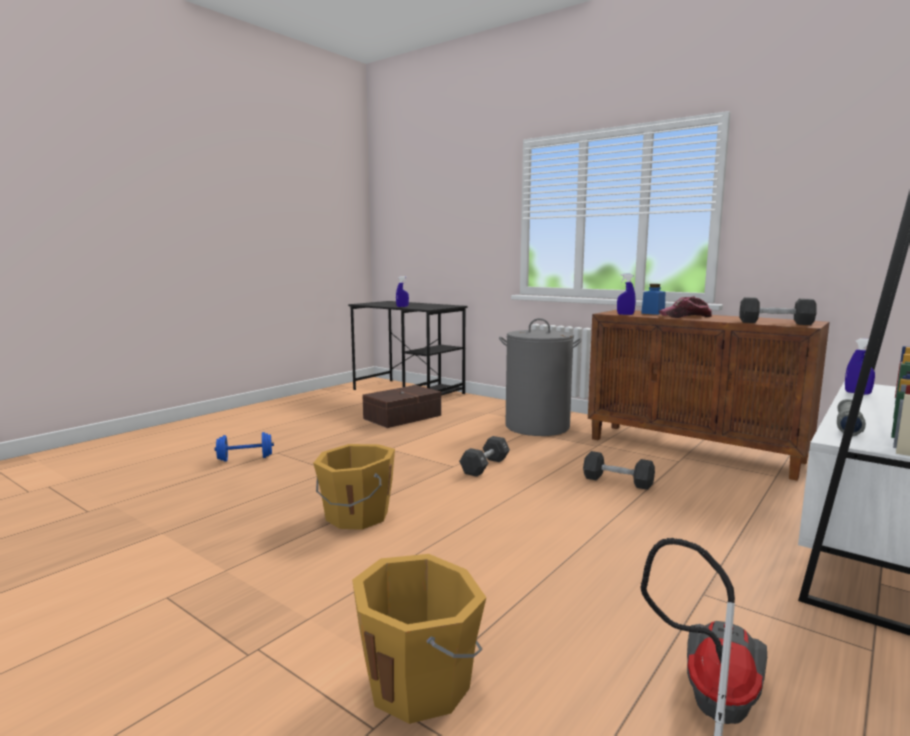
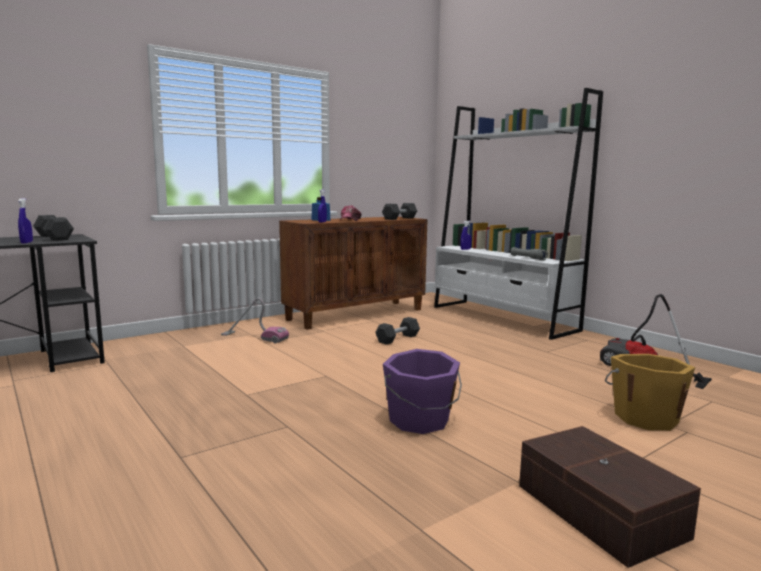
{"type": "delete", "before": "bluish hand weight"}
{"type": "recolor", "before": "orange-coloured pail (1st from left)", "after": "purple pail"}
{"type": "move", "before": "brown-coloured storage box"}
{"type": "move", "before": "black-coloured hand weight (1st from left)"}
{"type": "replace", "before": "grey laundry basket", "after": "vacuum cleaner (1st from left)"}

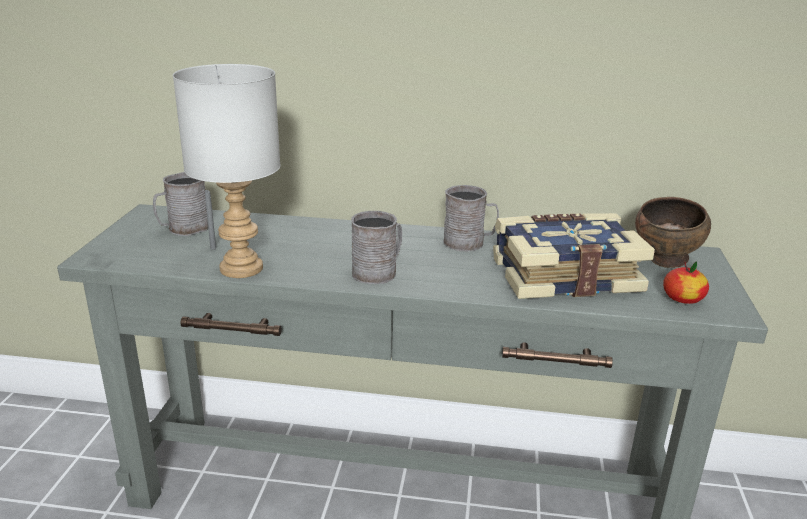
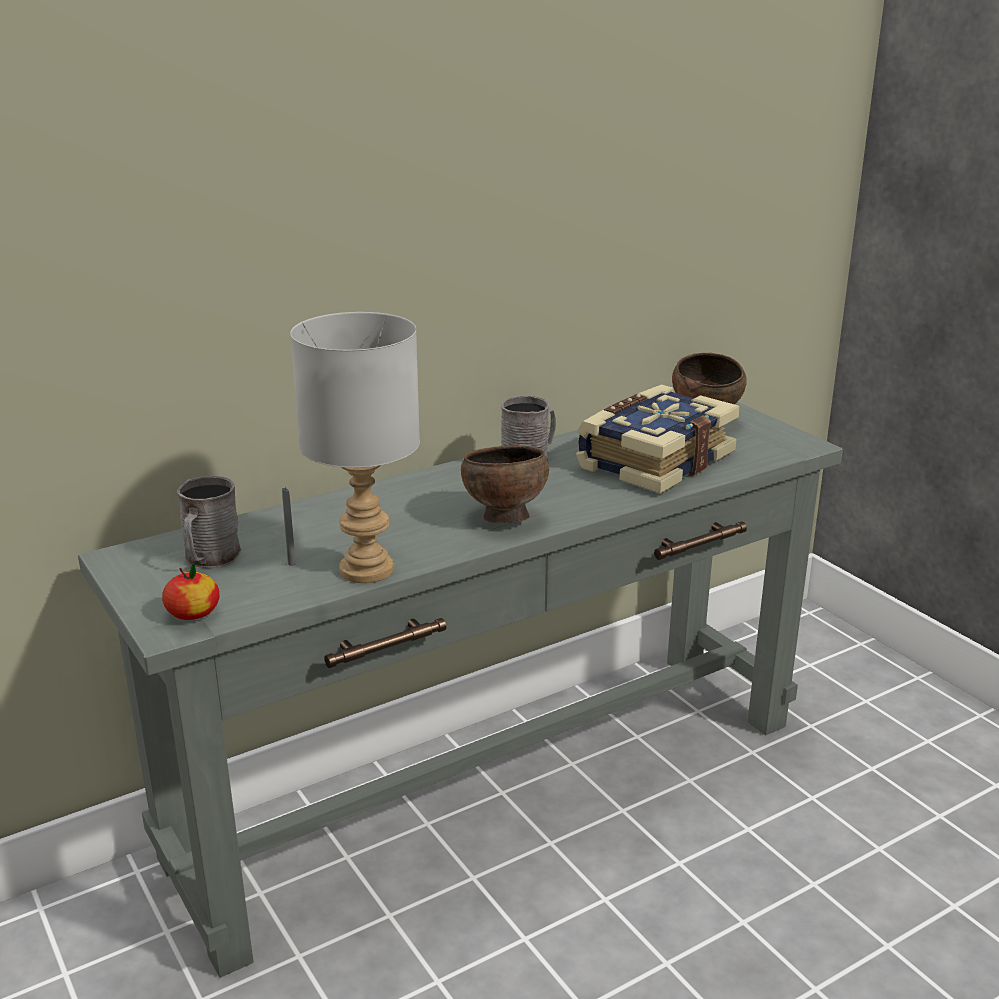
{"type": "replace", "before": "grey mug (2nd from left)", "after": "brown-coloured serving bowl (1st from left)"}
{"type": "move", "before": "apple fruit"}

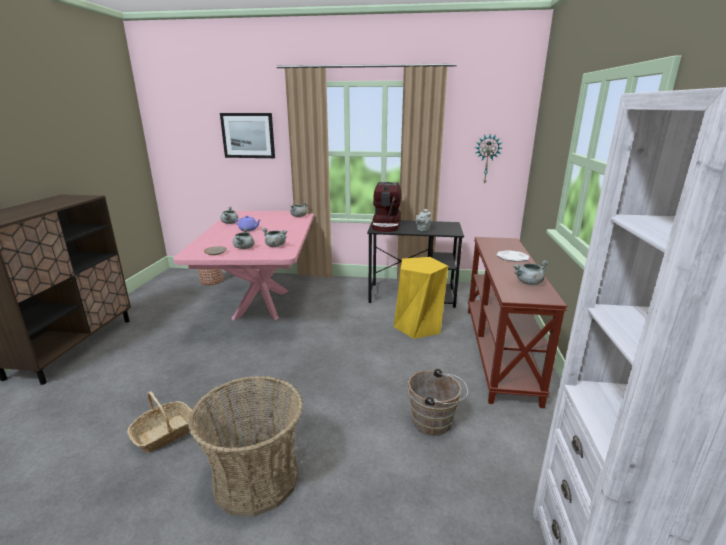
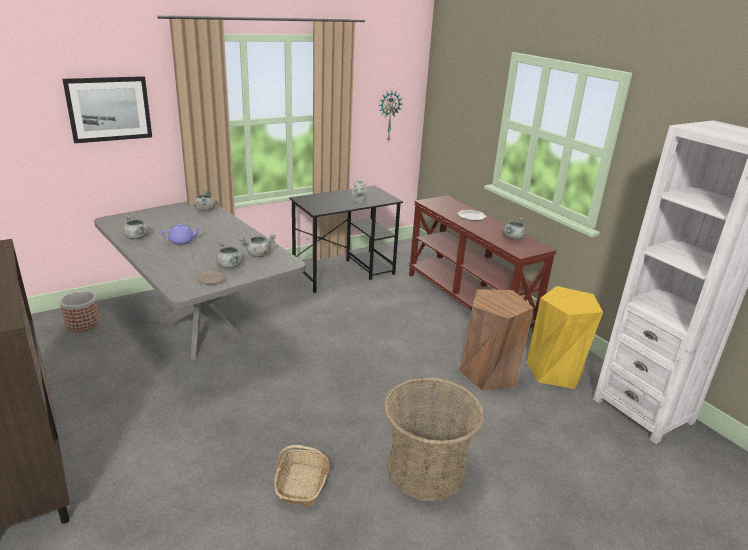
{"type": "recolor", "before": "pink-coloured dinner table", "after": "grey dinner table"}
{"type": "delete", "before": "coffee machine"}
{"type": "move", "before": "yellow-coloured stool"}
{"type": "replace", "before": "brown-coloured pail", "after": "brown-coloured stool"}

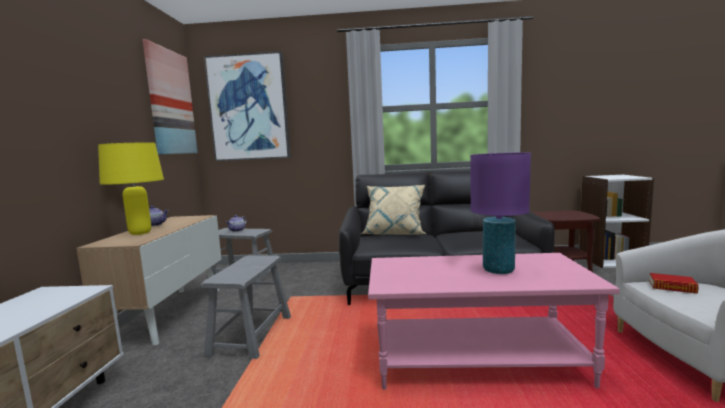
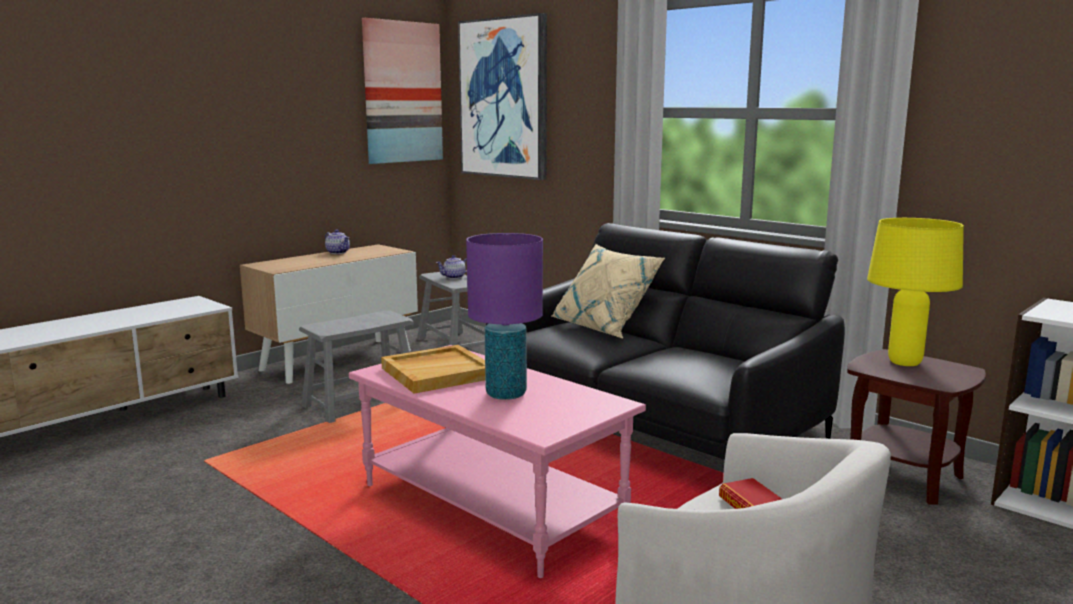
{"type": "move", "before": "yellow-coloured tabletop lamp"}
{"type": "insert", "after": "beige tray"}

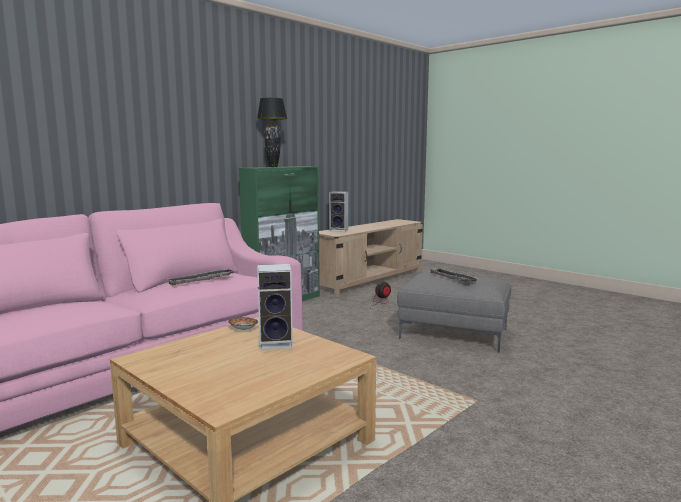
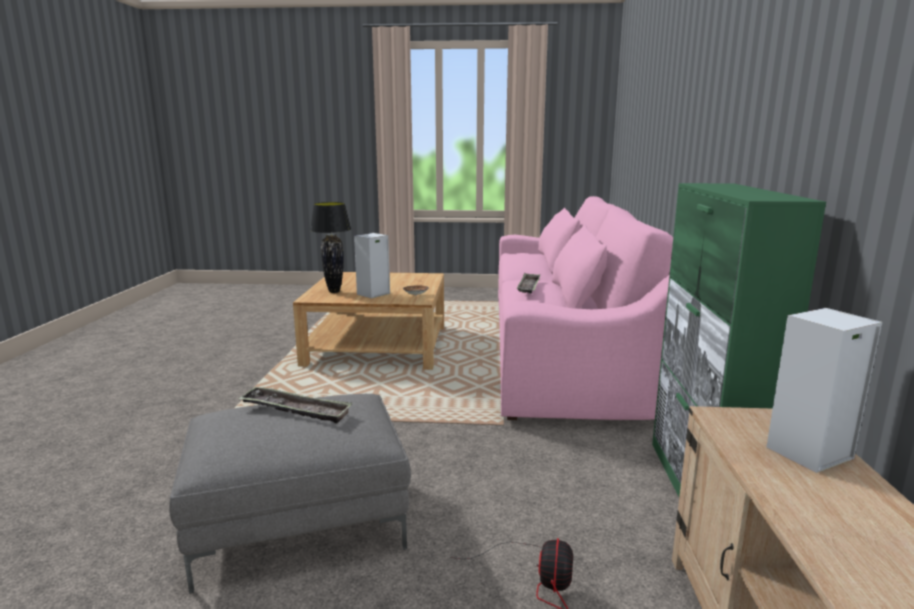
{"type": "move", "before": "black-coloured tabletop lamp"}

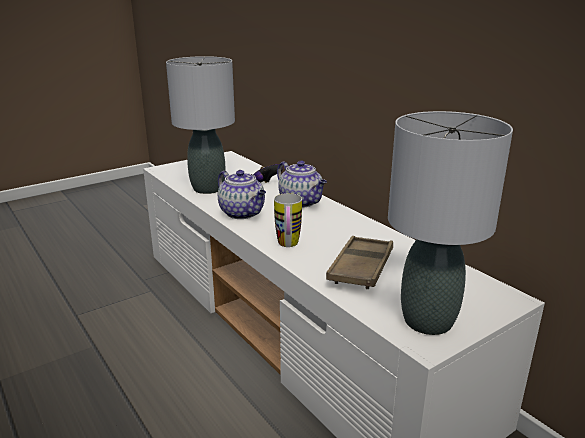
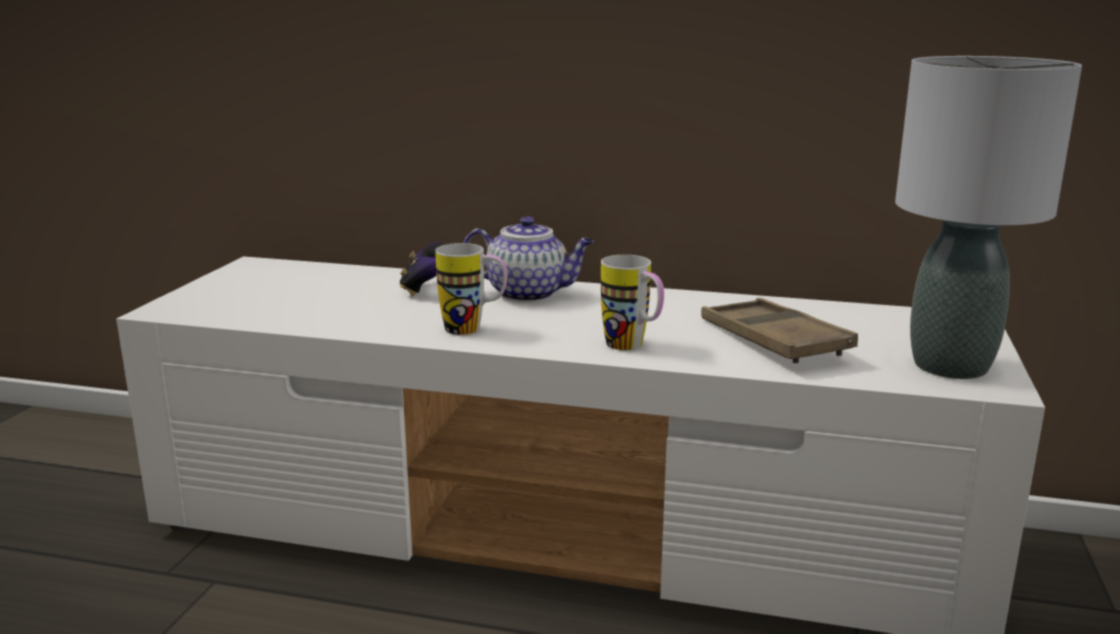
{"type": "delete", "before": "grey tabletop lamp (1st from left)"}
{"type": "replace", "before": "pot for tea (1st from left)", "after": "mug (1st from left)"}

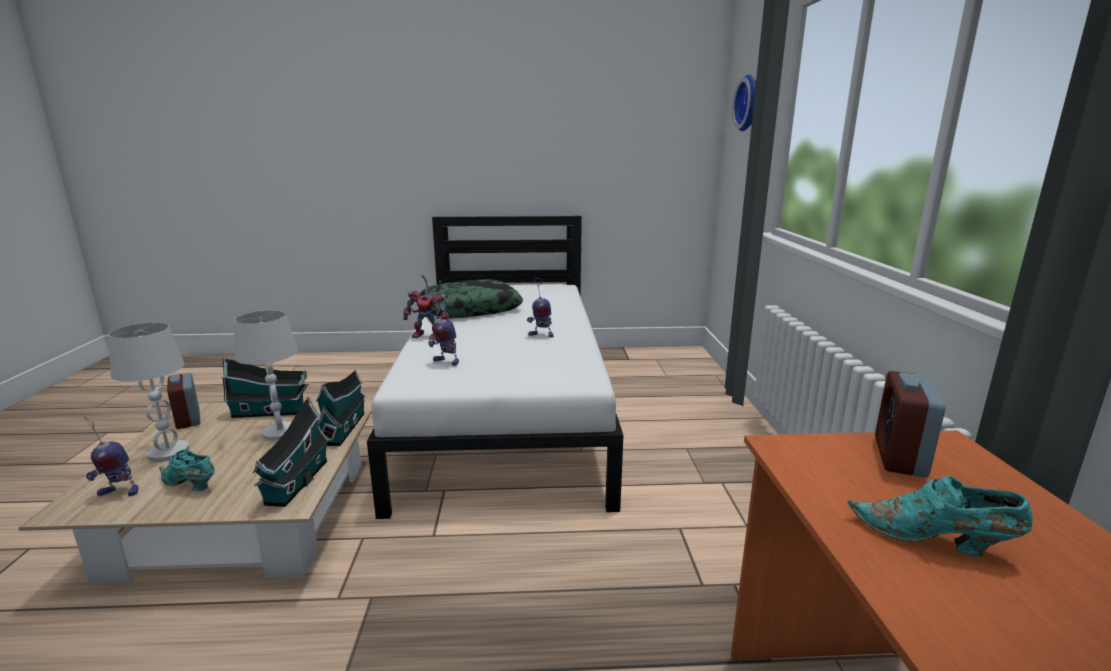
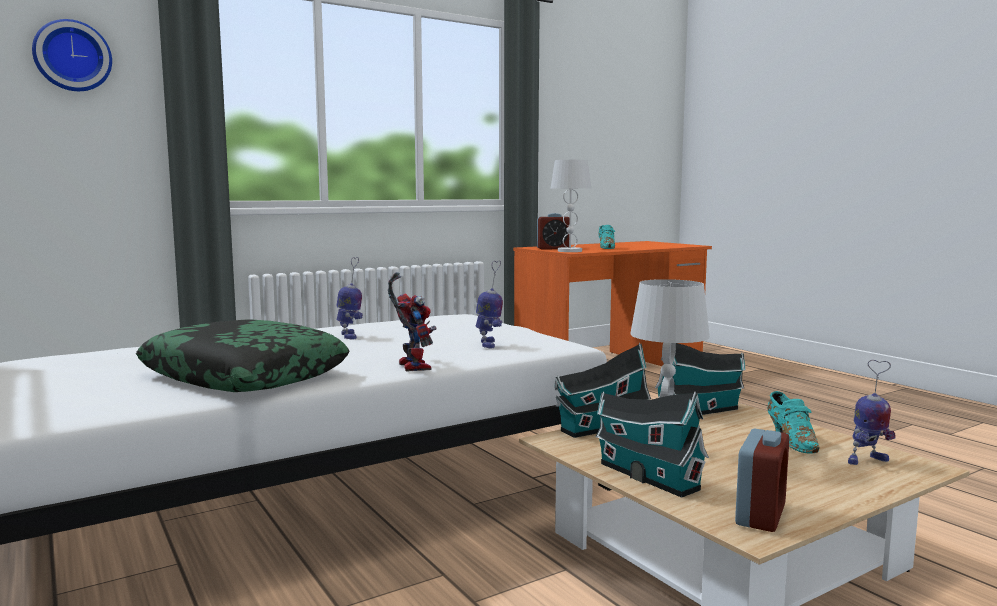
{"type": "rotate", "before": "model robot (1st from left in the first image)", "turn": 105}
{"type": "move", "before": "white-coloured tabletop lamp (1st from left)"}

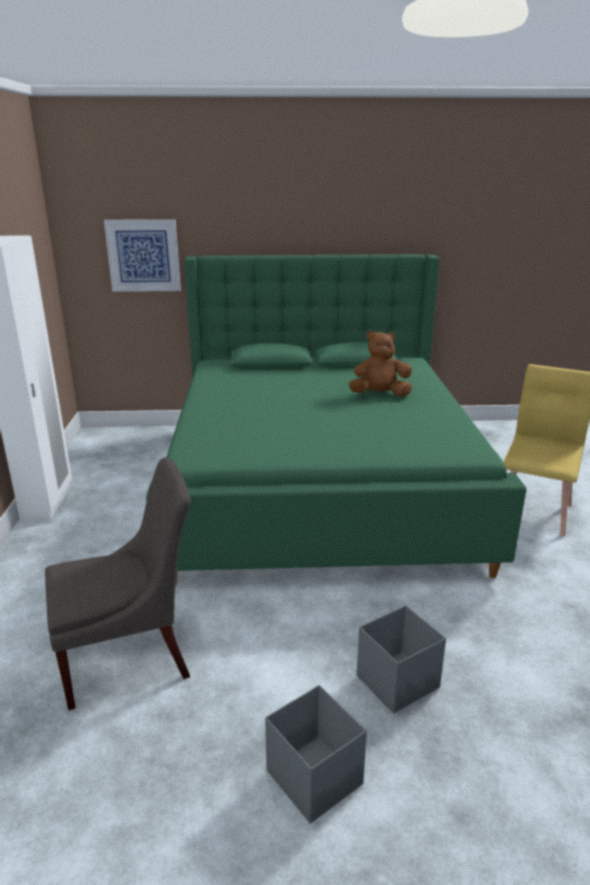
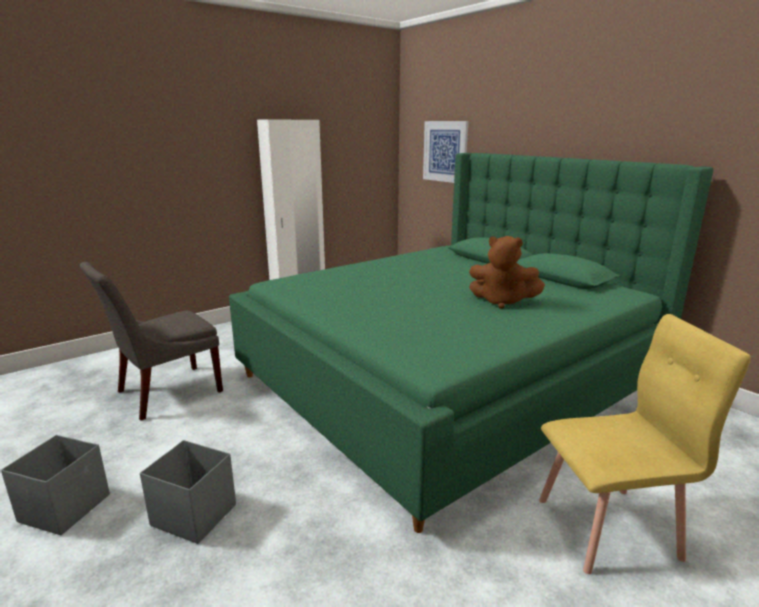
{"type": "rotate", "before": "grey chair", "turn": 105}
{"type": "rotate", "before": "brown-coloured plush toy", "turn": 150}

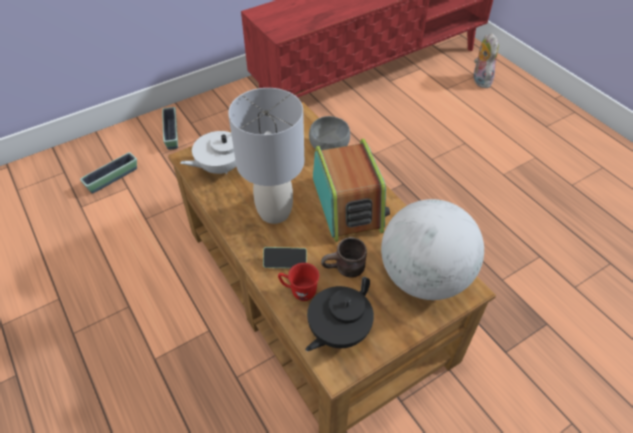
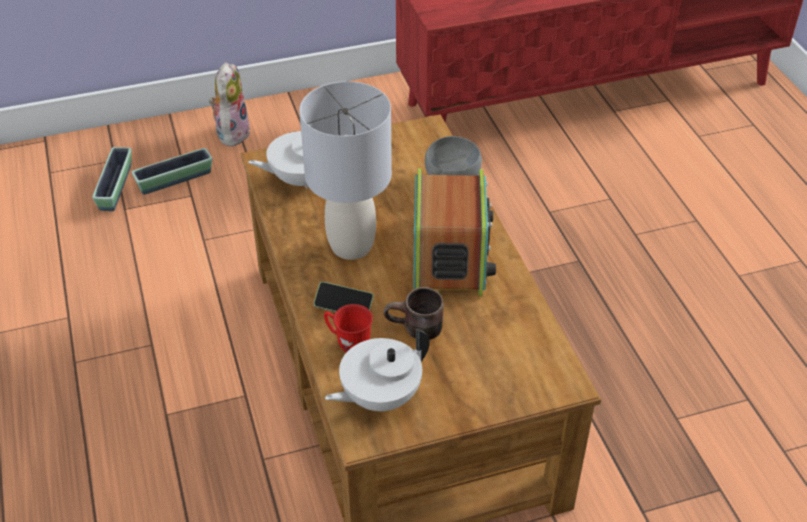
{"type": "move", "before": "flower pot (2nd from left in the first image)", "after": "flower pot (1st from left)"}
{"type": "recolor", "before": "black-coloured pot for tea", "after": "white-coloured pot for tea (2nd from left)"}
{"type": "delete", "before": "world globe"}
{"type": "move", "before": "plush toy"}

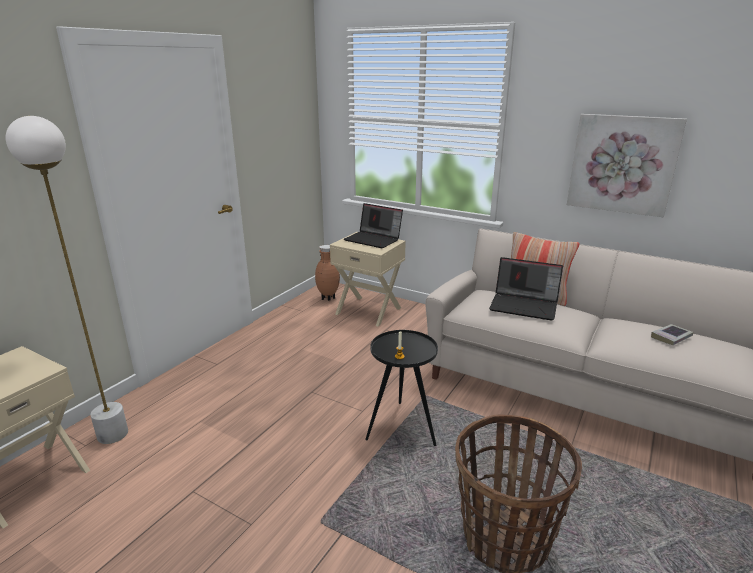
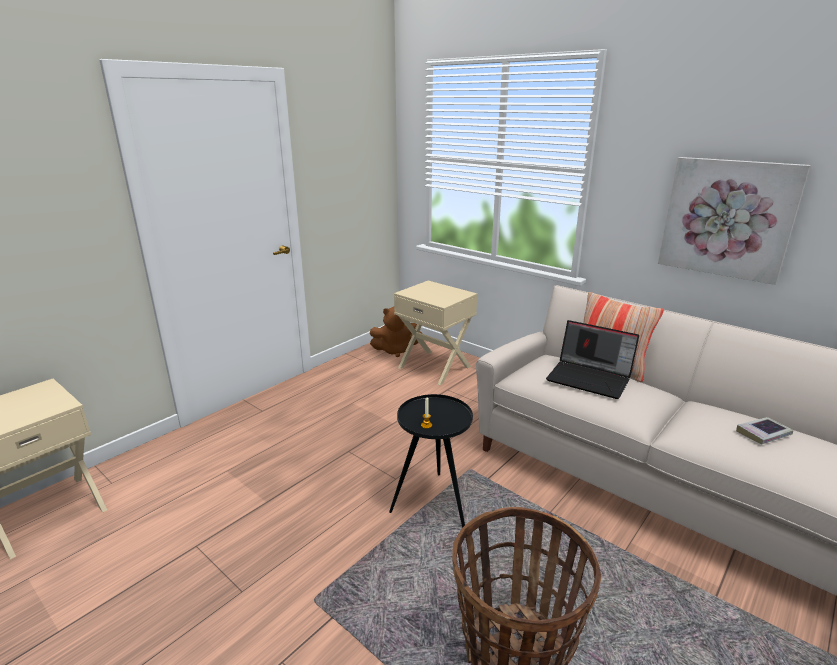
{"type": "delete", "before": "white-coloured floor lamp"}
{"type": "replace", "before": "brown-coloured decorative vase", "after": "brown-coloured plush toy"}
{"type": "delete", "before": "portable computer (1st from left)"}

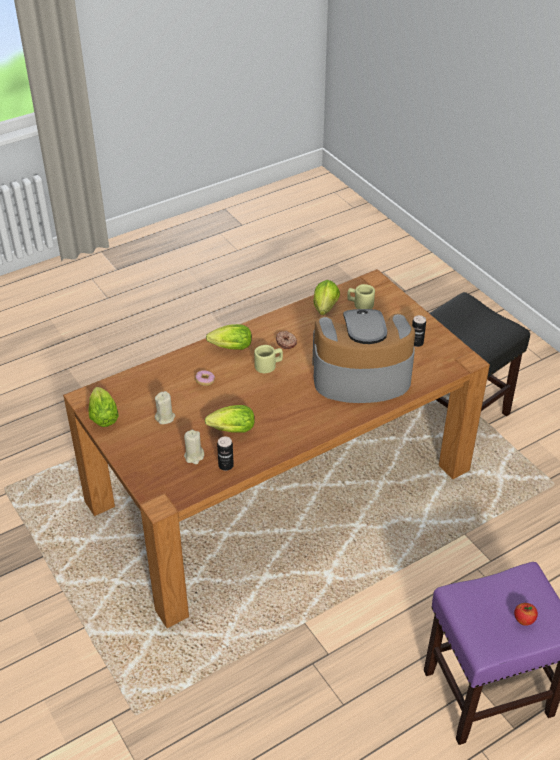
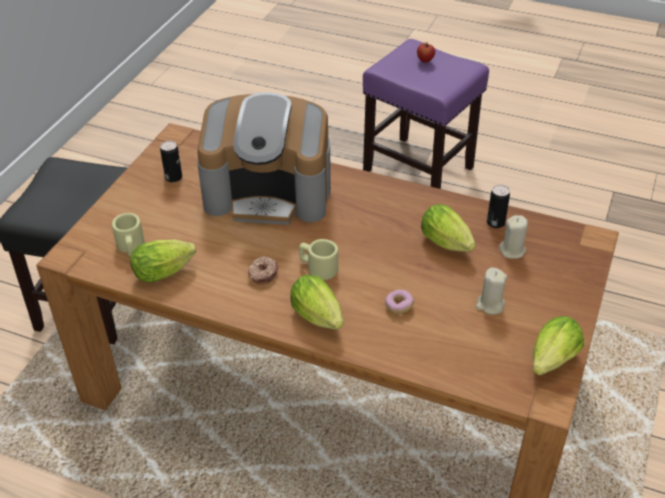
{"type": "rotate", "before": "coffee machine", "turn": -45}

